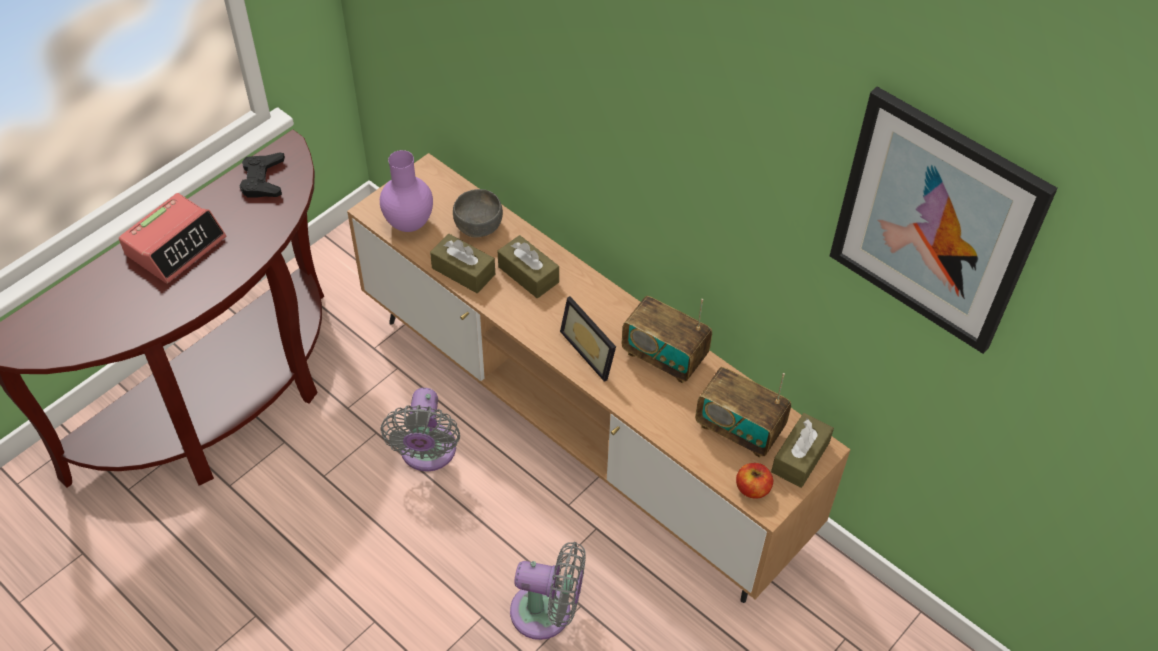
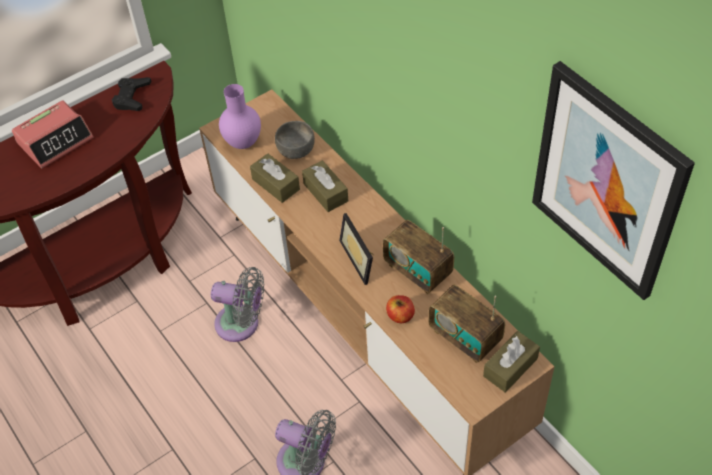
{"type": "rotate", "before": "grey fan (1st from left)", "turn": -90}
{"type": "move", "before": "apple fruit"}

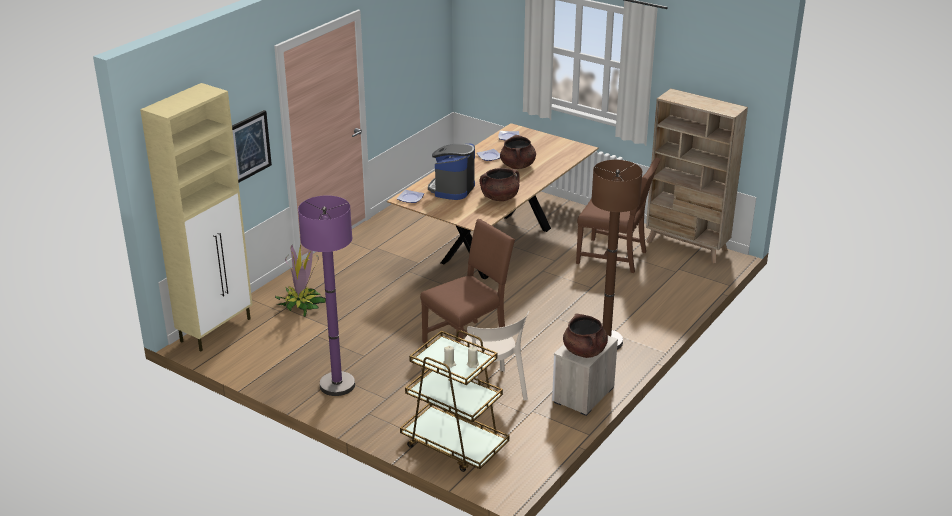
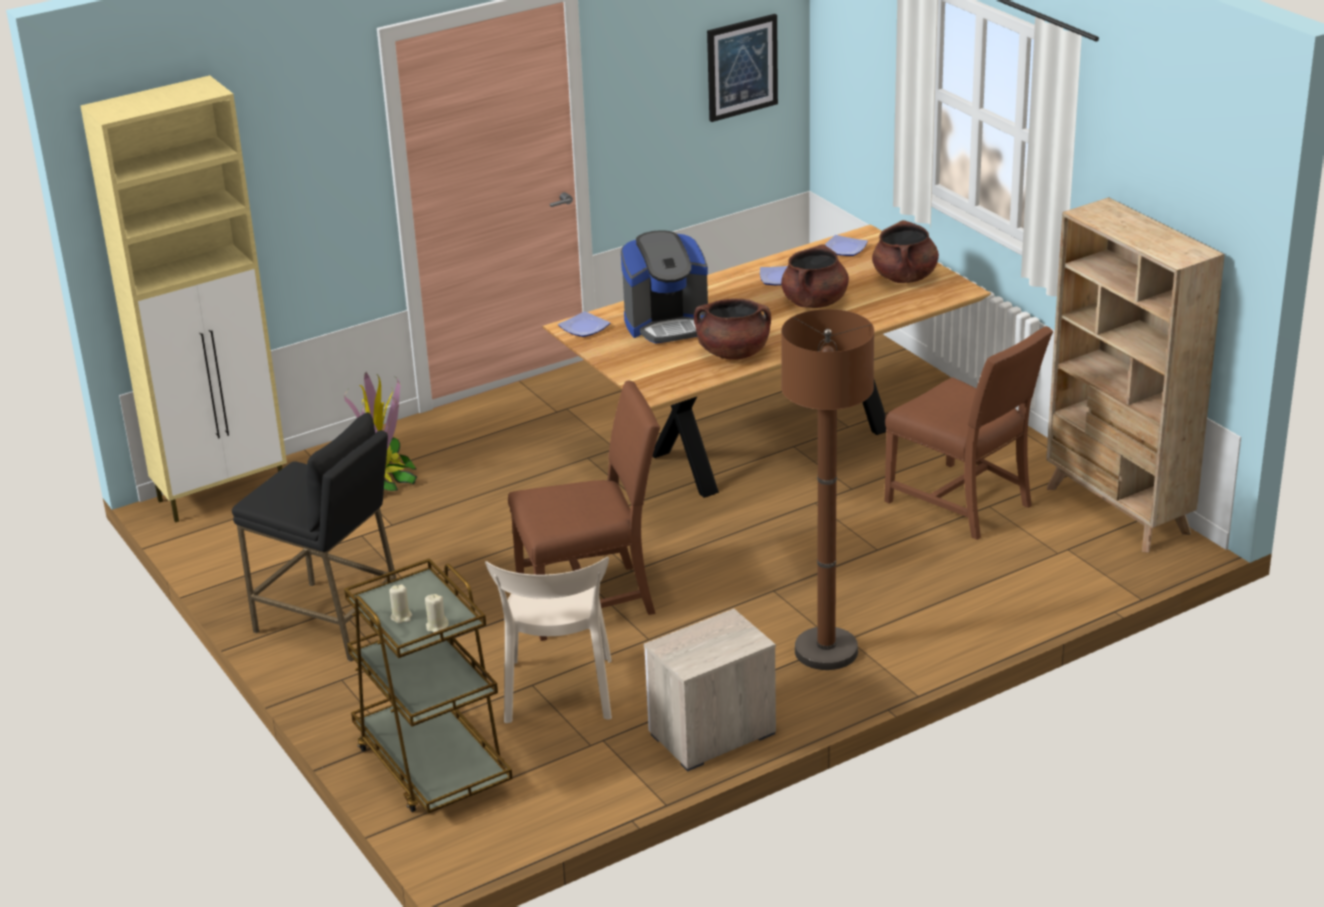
{"type": "move", "before": "wall art"}
{"type": "replace", "before": "purple floor lamp", "after": "black-coloured stool"}
{"type": "rotate", "before": "coffee machine", "turn": -150}
{"type": "move", "before": "brown-coloured cooking pot (3rd from left)"}

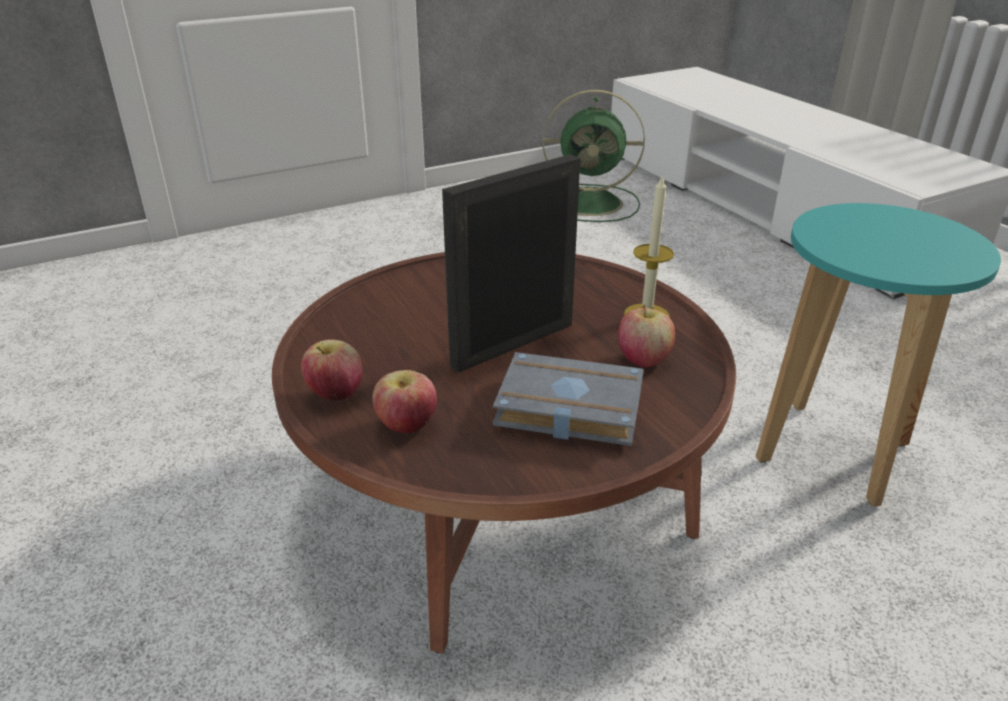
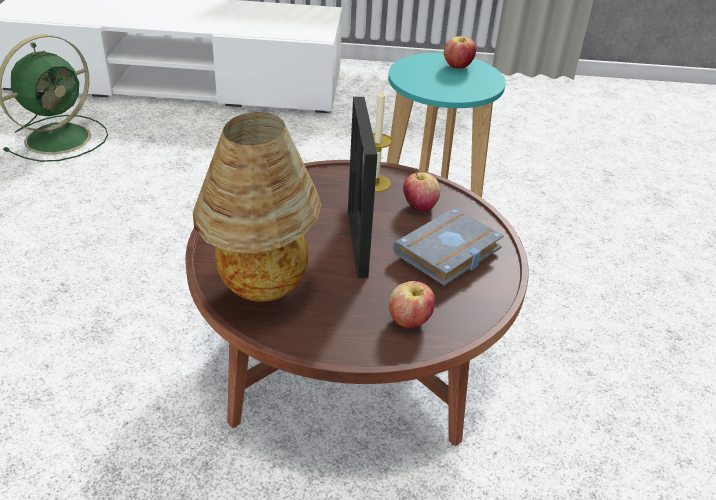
{"type": "move", "before": "apple fruit (1st from left in the first image)", "after": "apple fruit (3rd from left)"}
{"type": "insert", "after": "tabletop lamp"}

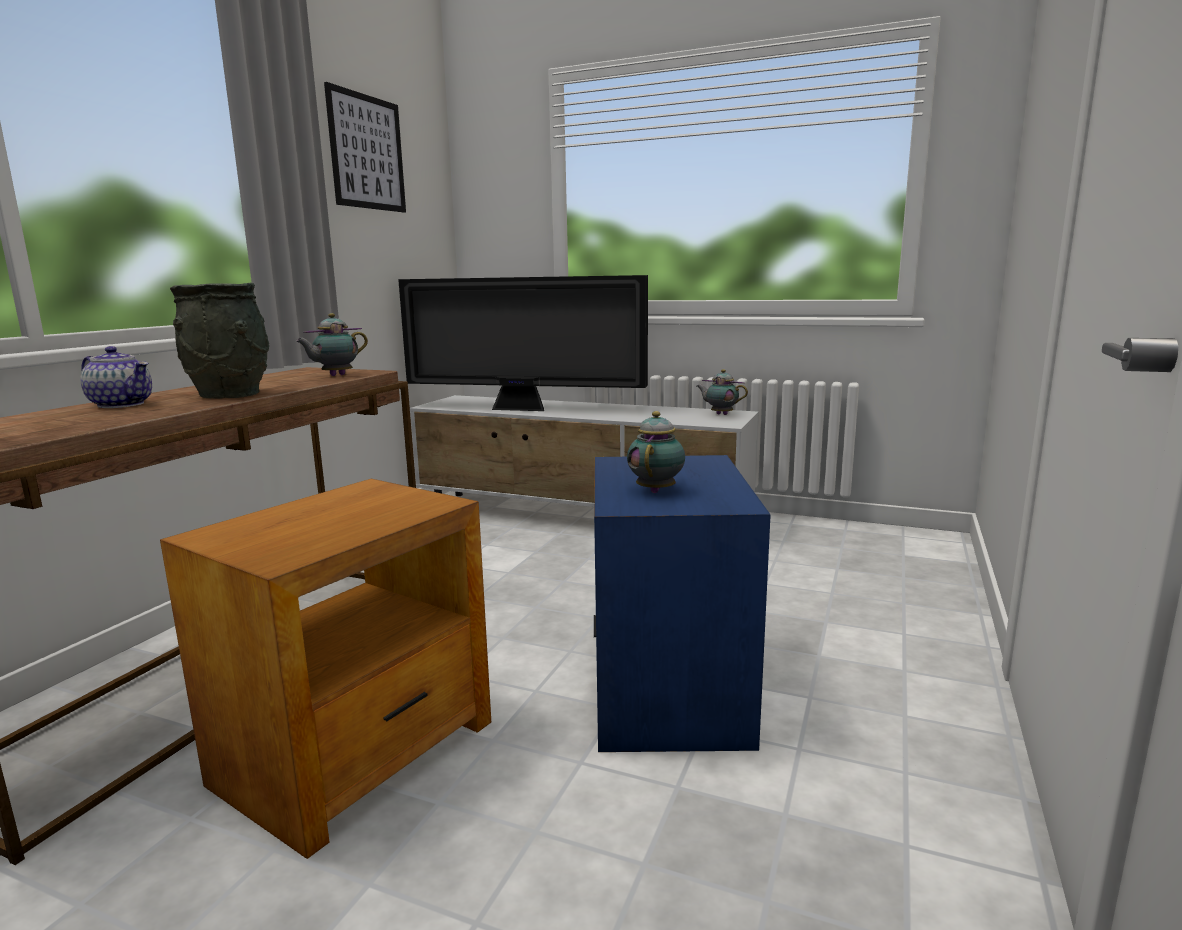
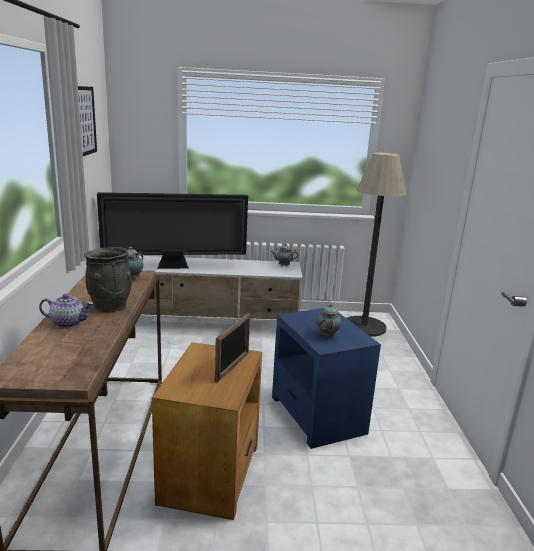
{"type": "insert", "after": "picture frame"}
{"type": "insert", "after": "floor lamp"}

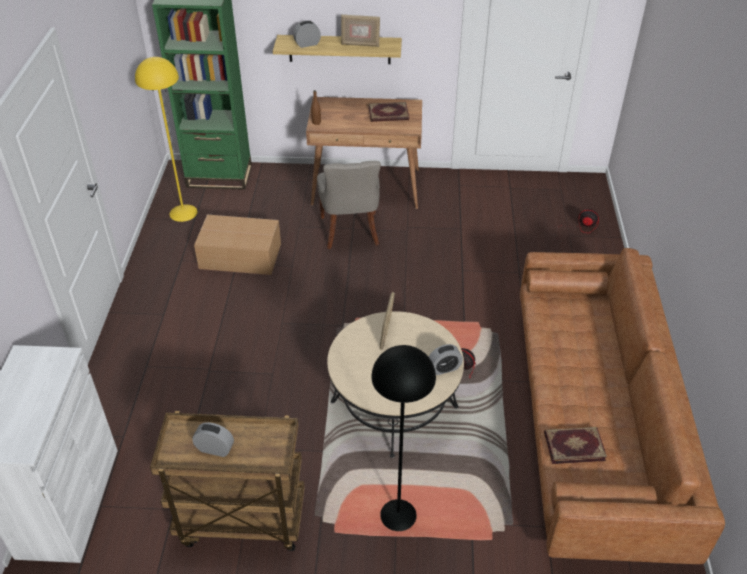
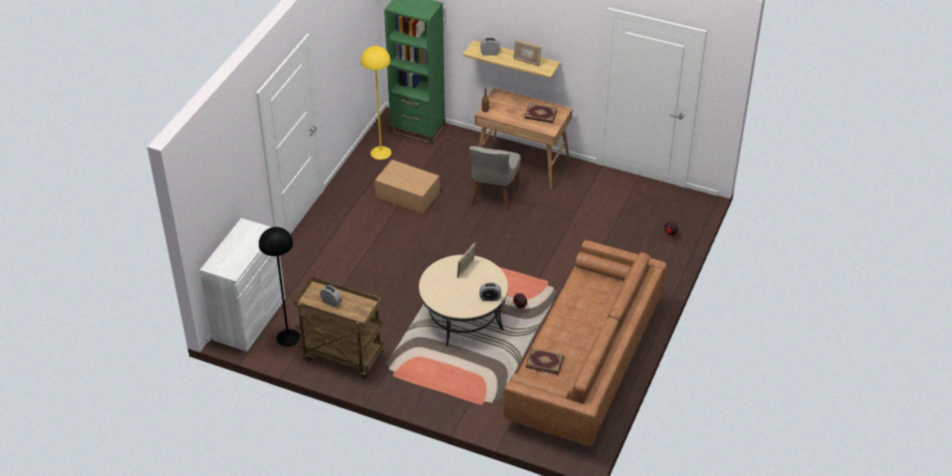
{"type": "move", "before": "black-coloured floor lamp"}

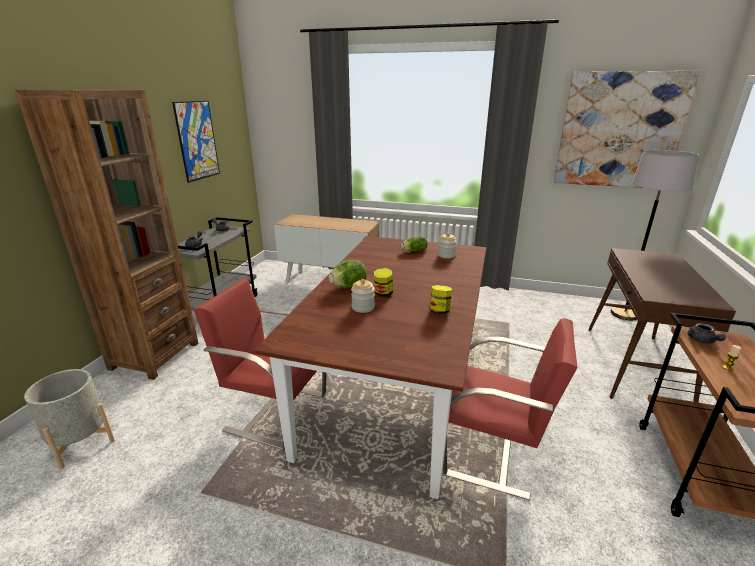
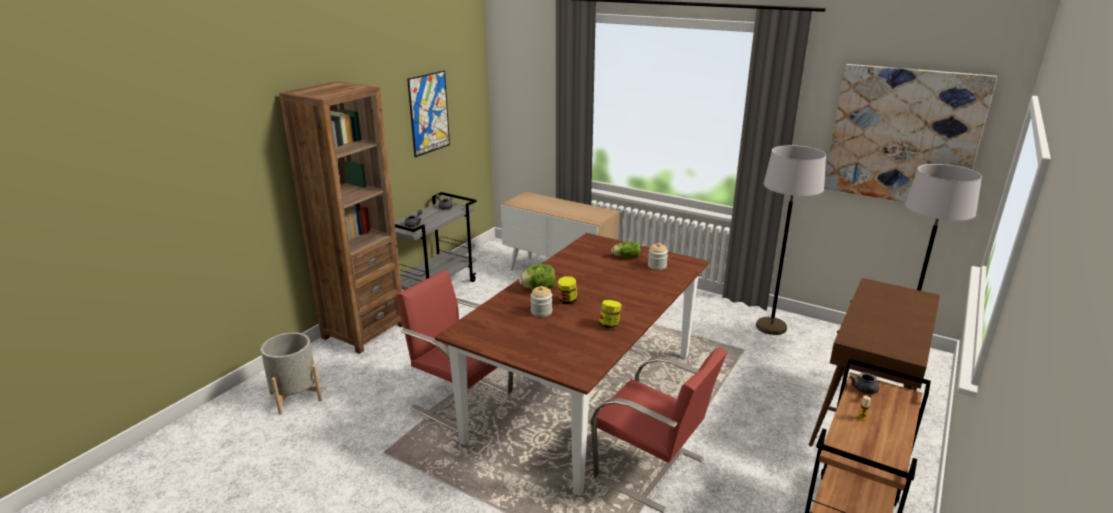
{"type": "insert", "after": "grey floor lamp (1st from left)"}

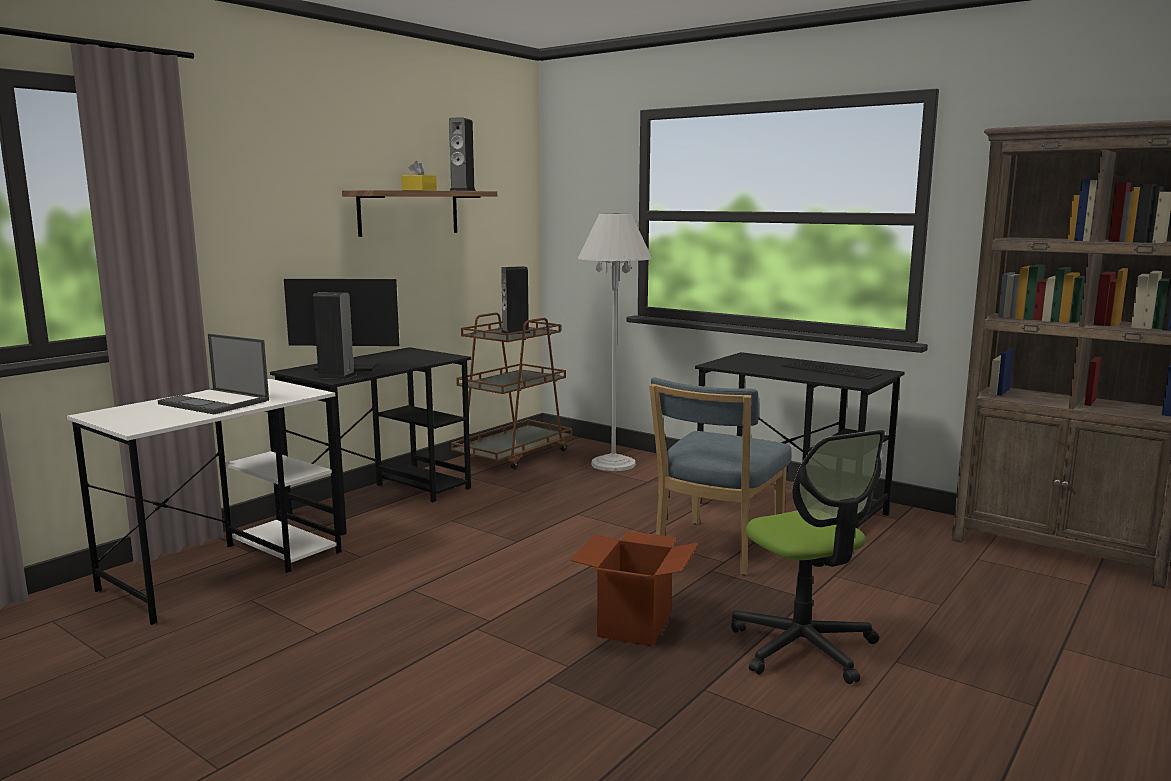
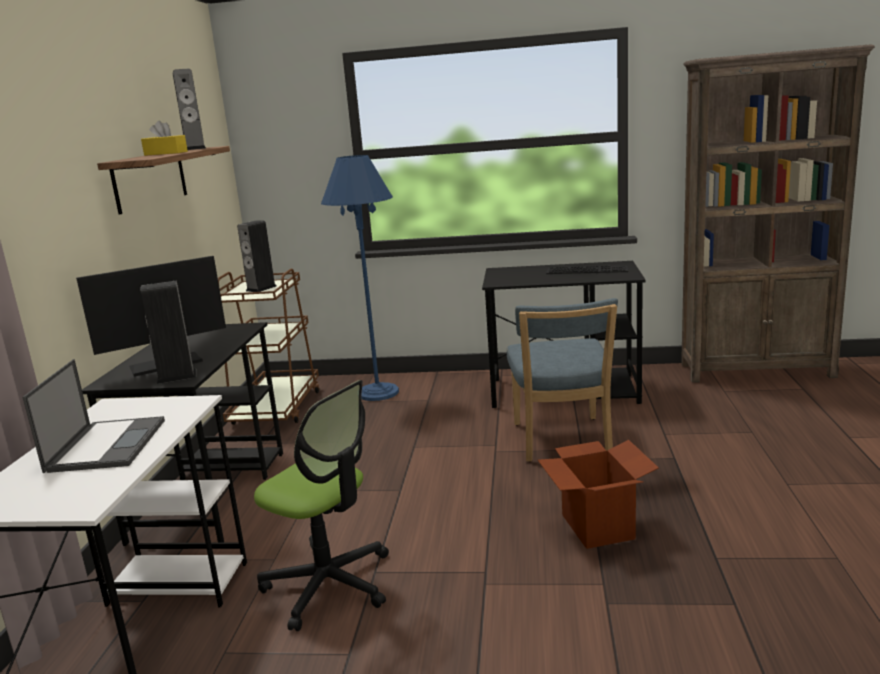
{"type": "rotate", "before": "portable computer", "turn": -90}
{"type": "recolor", "before": "white-coloured floor lamp", "after": "bluish floor lamp"}
{"type": "move", "before": "desk chair"}

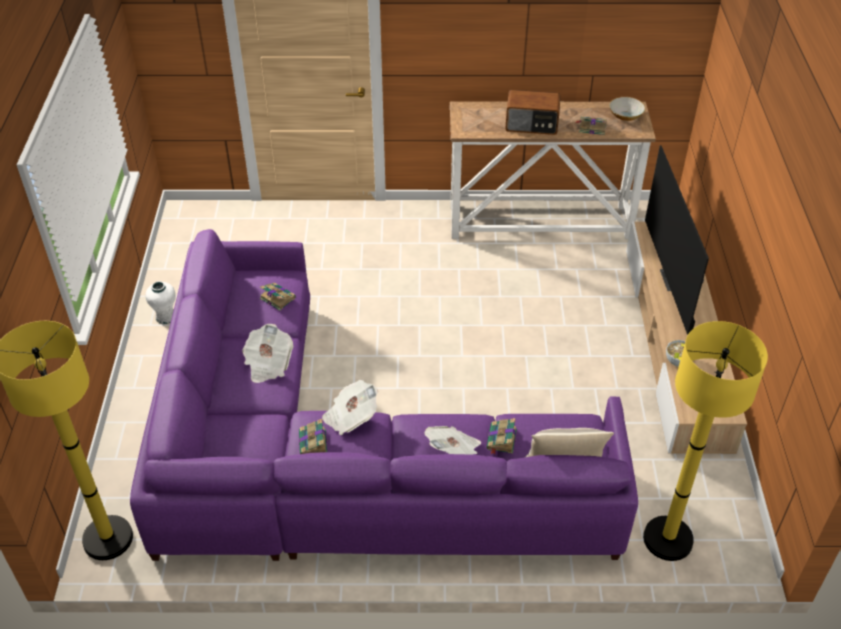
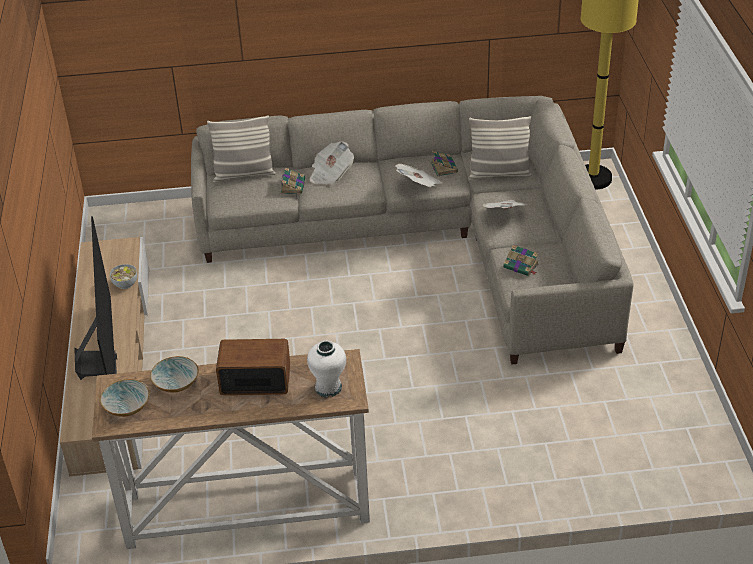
{"type": "recolor", "before": "purple sofa", "after": "grey sofa"}
{"type": "move", "before": "white-coloured decorative vase"}
{"type": "replace", "before": "book (4th from left)", "after": "serving bowl (3rd from left)"}
{"type": "delete", "before": "yellow-coloured floor lamp (2nd from left)"}
{"type": "insert", "after": "throw pillow (2nd from left)"}

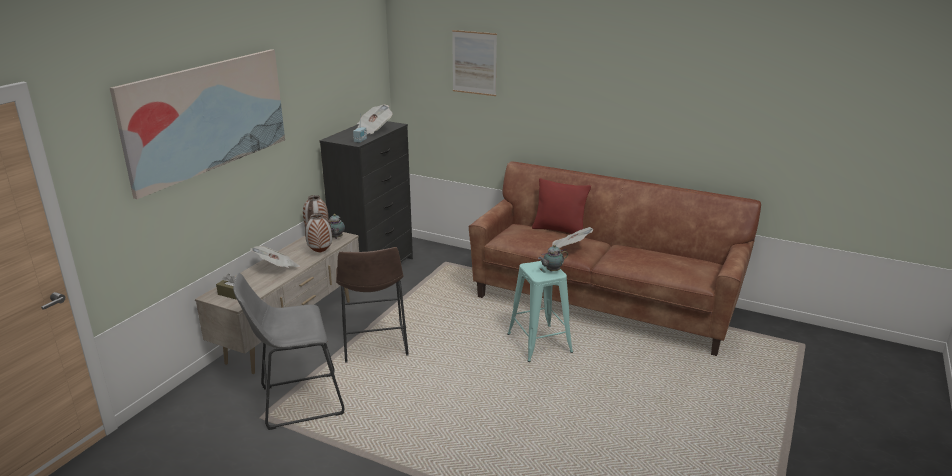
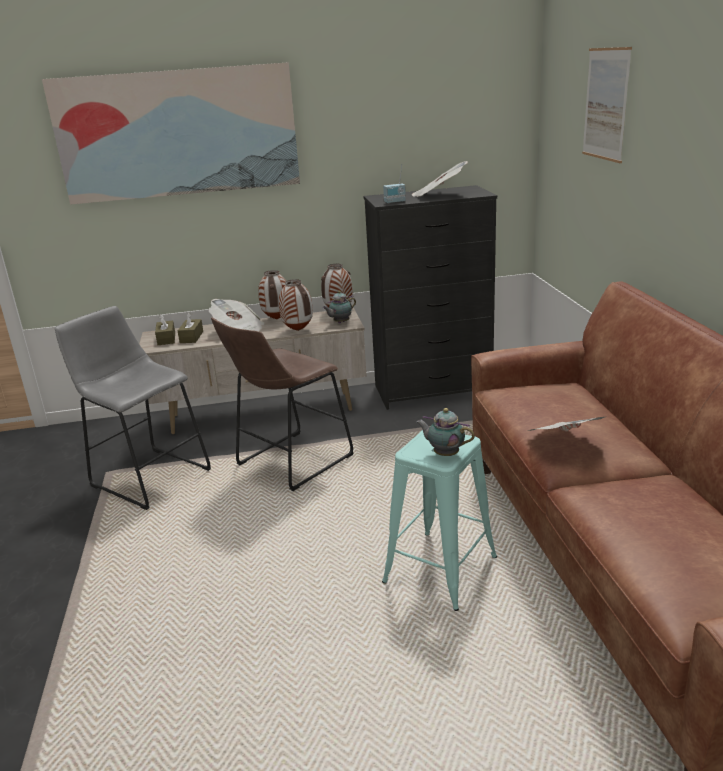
{"type": "delete", "before": "reddish throw pillow"}
{"type": "insert", "after": "brown-coloured box of tissues (2nd from left)"}
{"type": "insert", "after": "decorative vase (1st from left)"}

